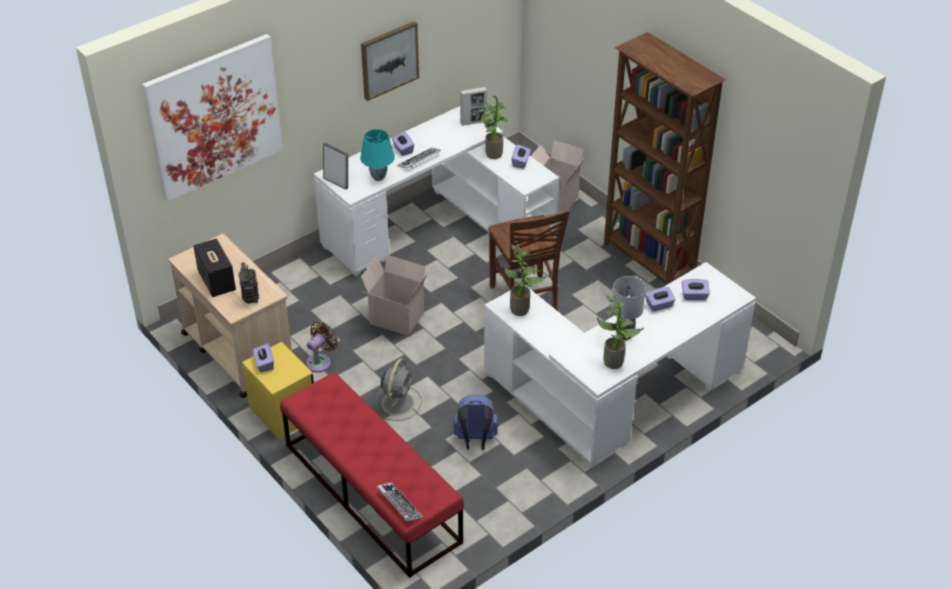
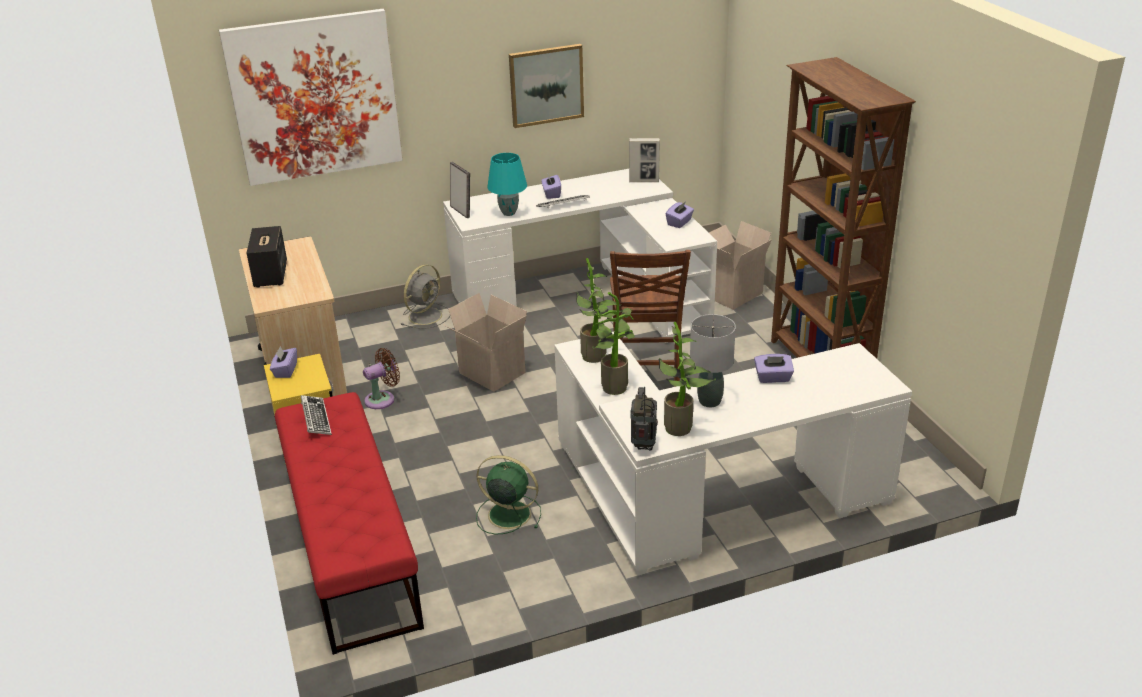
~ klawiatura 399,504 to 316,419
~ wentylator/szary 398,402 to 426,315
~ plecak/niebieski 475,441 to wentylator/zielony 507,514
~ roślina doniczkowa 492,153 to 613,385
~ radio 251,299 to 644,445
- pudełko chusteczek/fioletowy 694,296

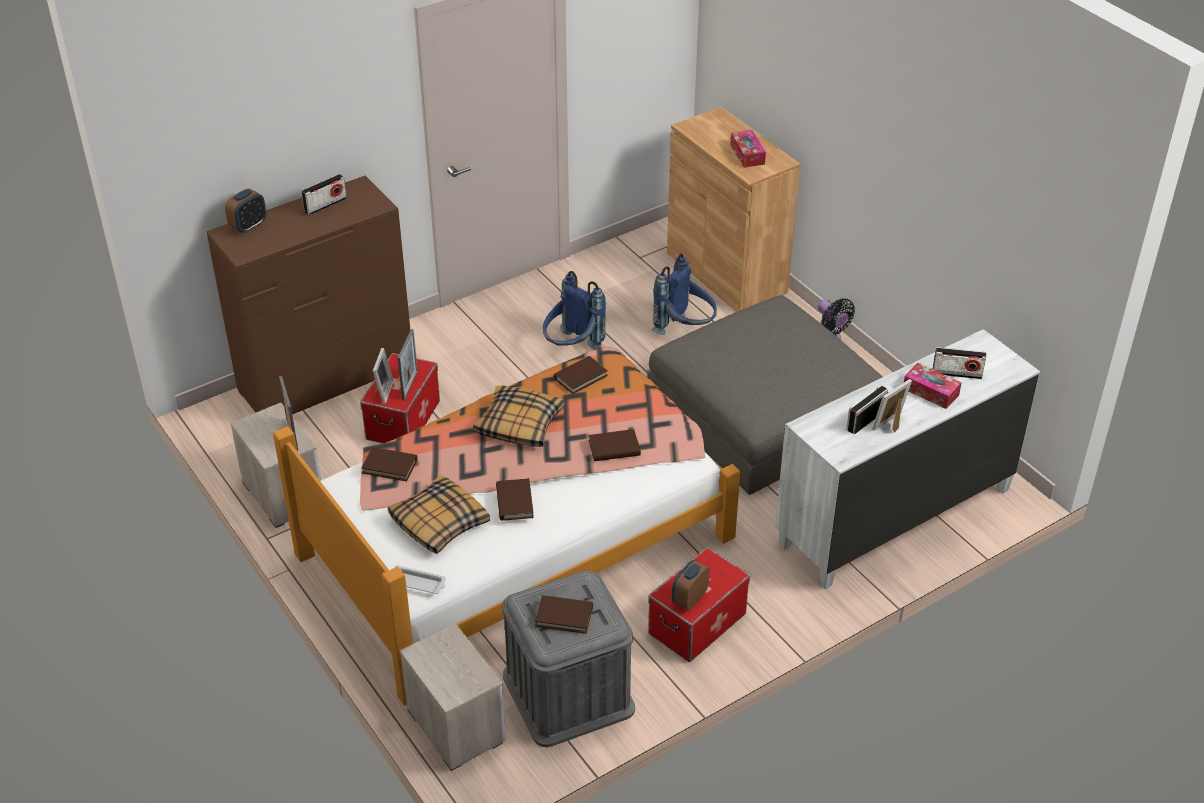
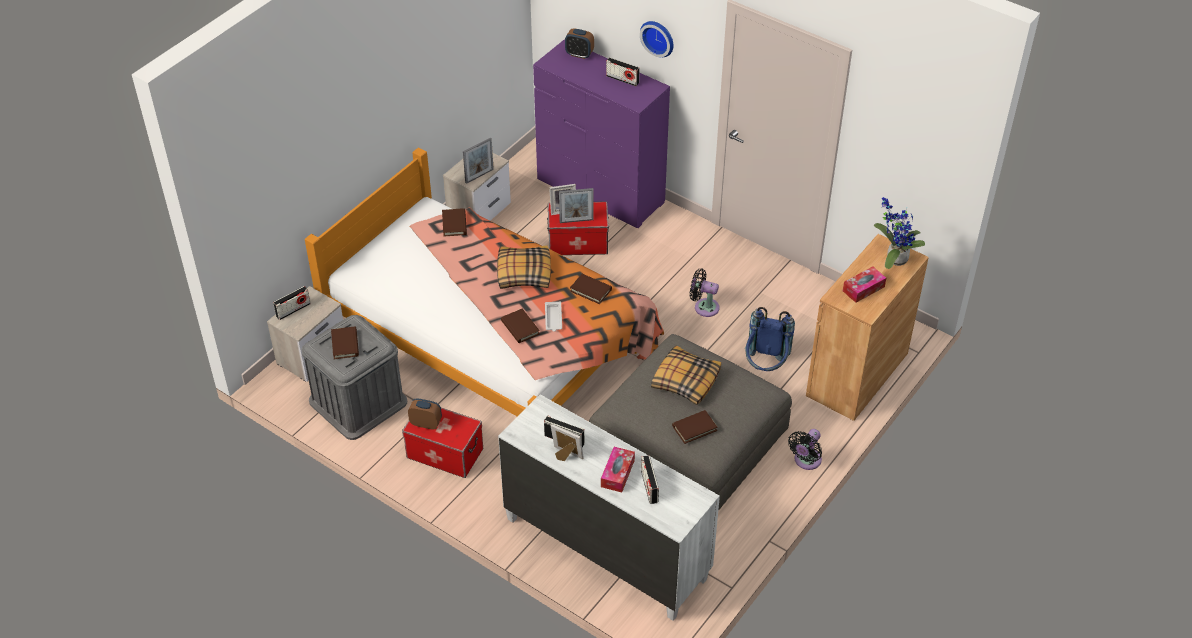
+ radio 293,310
~ komoda/brązowy 326,379 to komoda/fioletowy 600,191
~ taca/biały 418,583 to 553,318
+ zegar ścienny 658,37
~ poduszka 438,523 to 685,380
~ książka/brązowy 514,502 to 694,428
~ plecak/niebieski 571,348 to wentylator/czarny 704,307
+ roślina doniczkowa 894,258

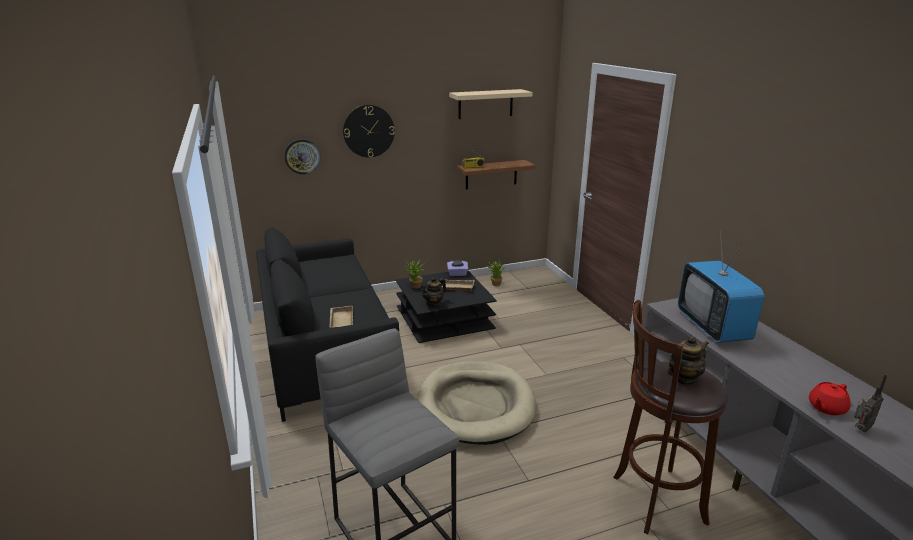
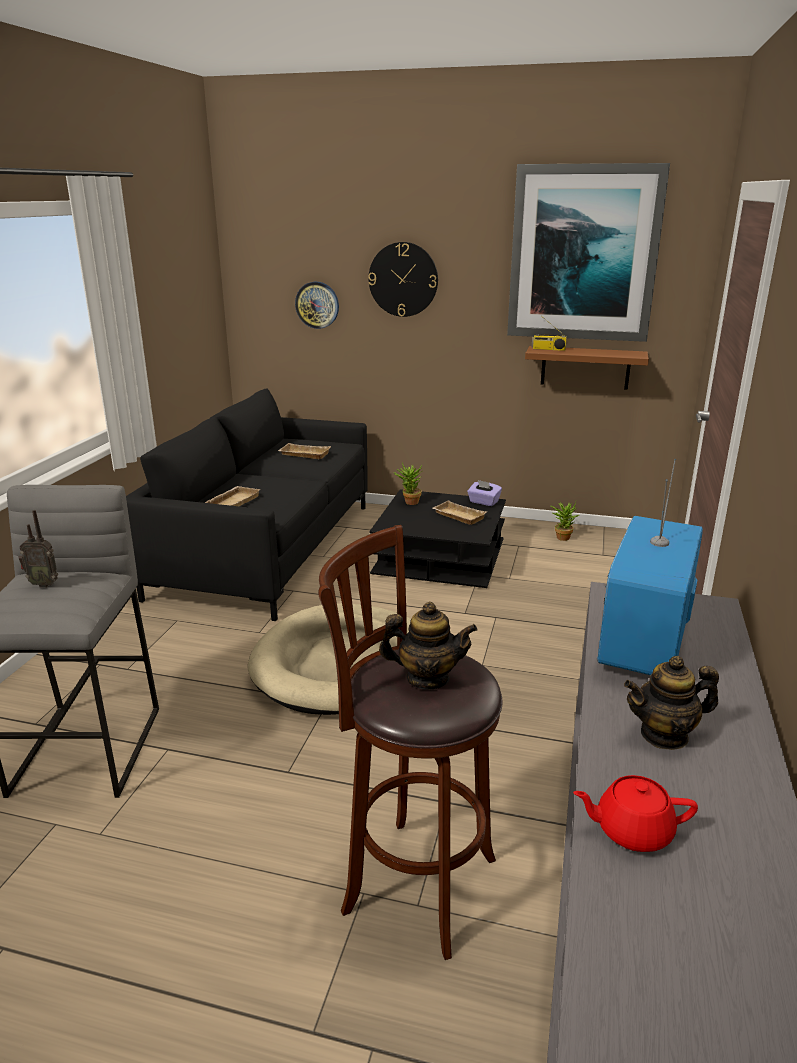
~ radio 860,428 to 44,584
+ taca/beżowy 303,455
~ półka/beżowy 485,104 to obraz 583,253
~ imbryk 434,304 to 664,735

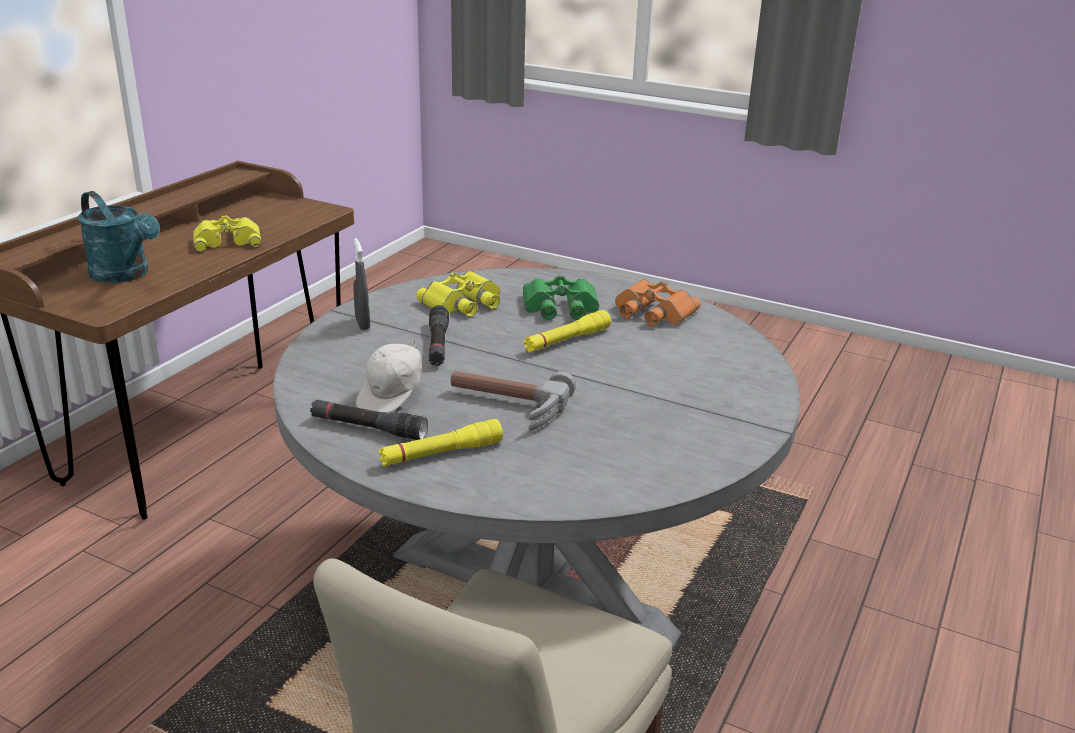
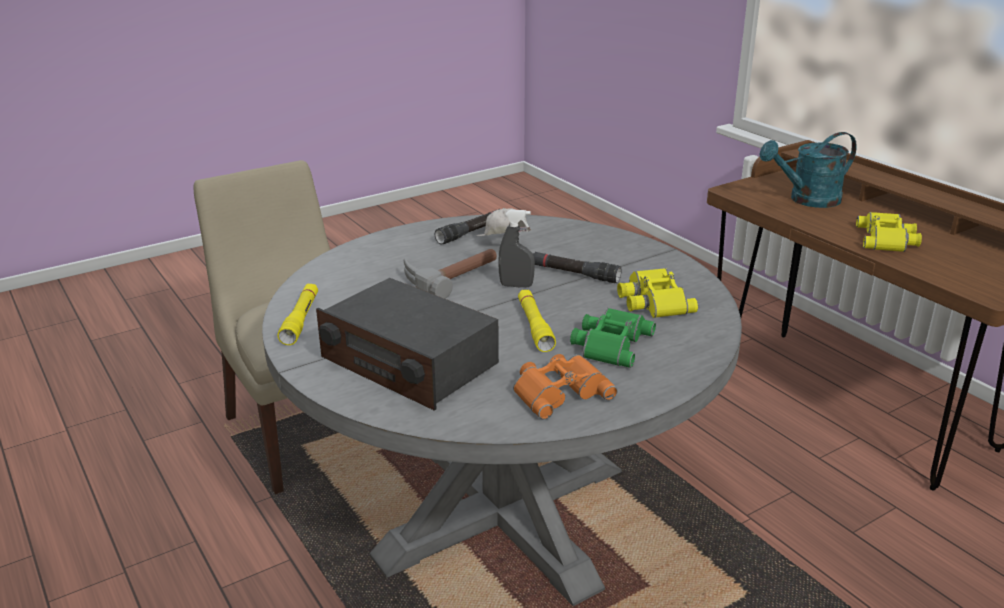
~ latarka/żółty 441,453 to 301,320
+ radio 409,362
~ spryskiwacz/szary 362,324 to 516,286

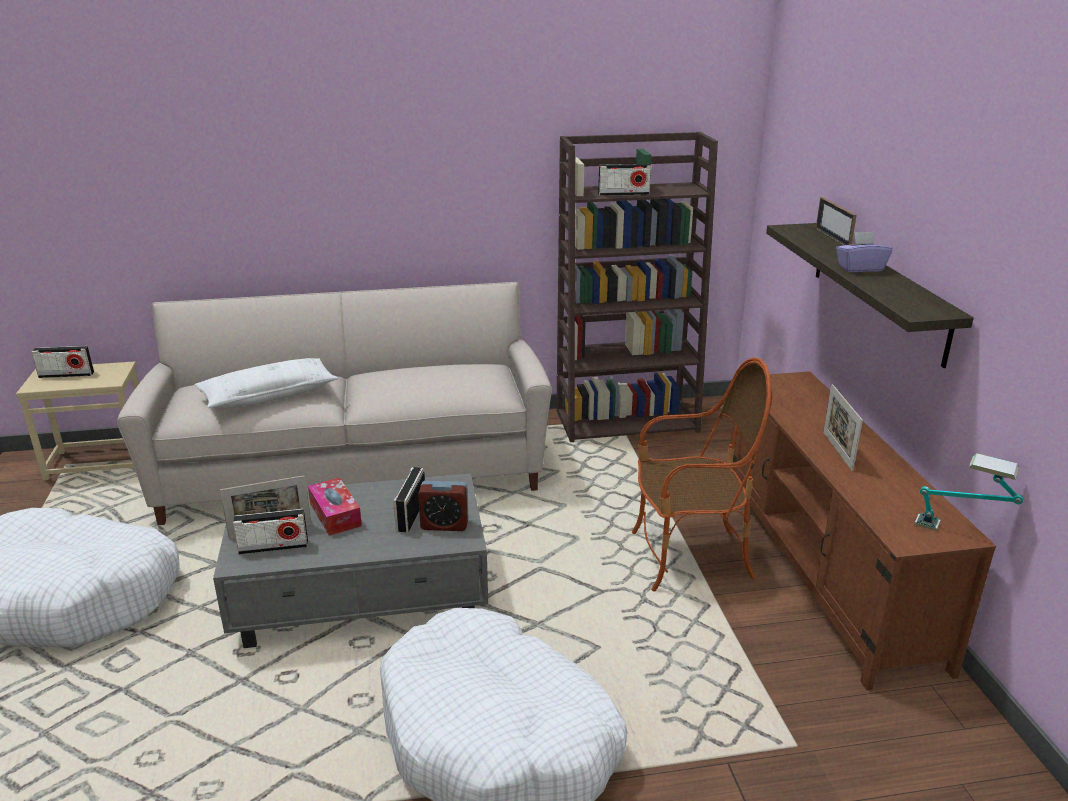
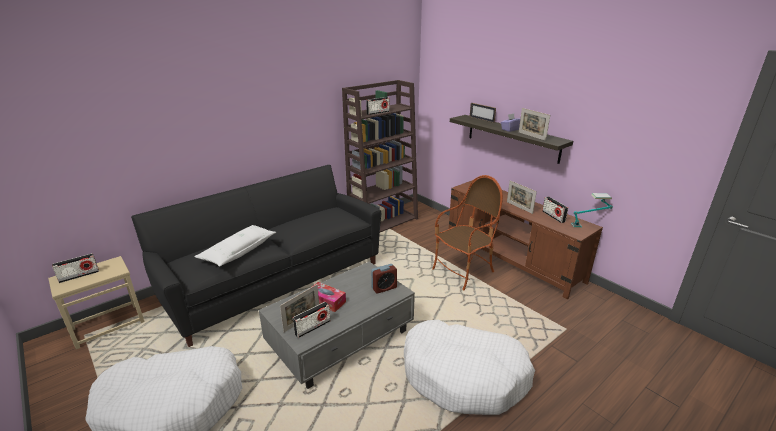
~ kanapa/beżowy 354,467 to kanapa/czarny 274,280
+ ramka na zdjęcie 531,136
~ radio 411,514 to 553,216

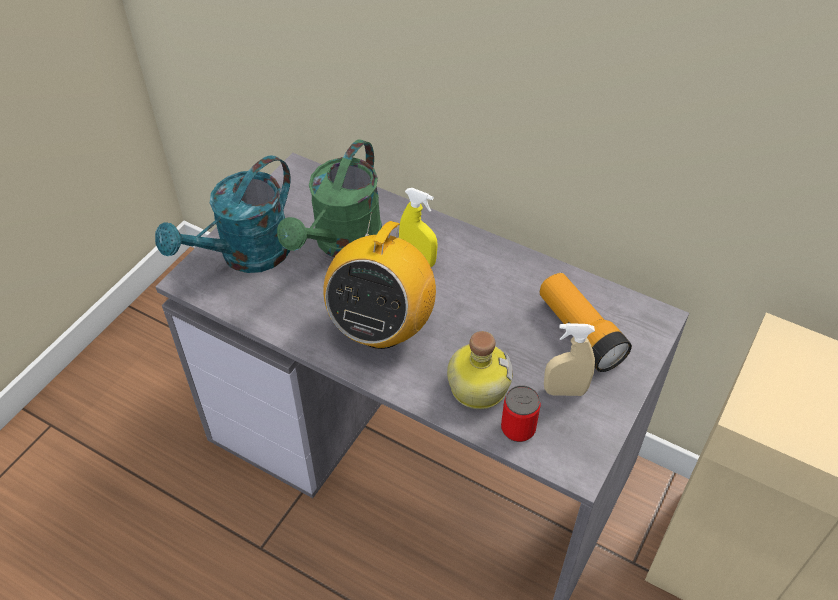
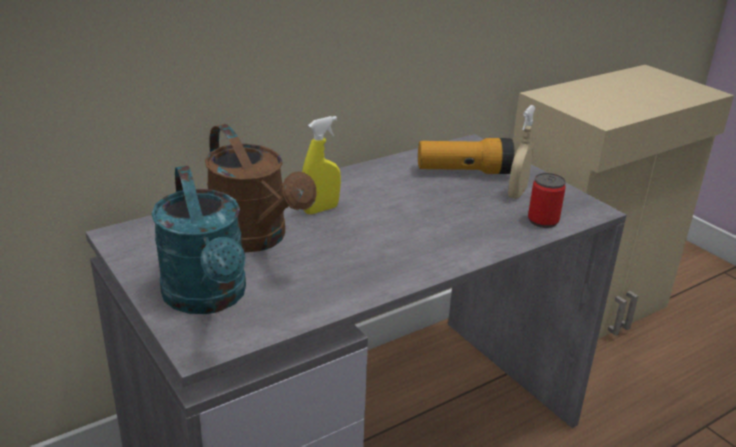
~ konewka/zielony 341,243 to konewka/brązowy 256,239
- radio 381,327
- butelka 477,386

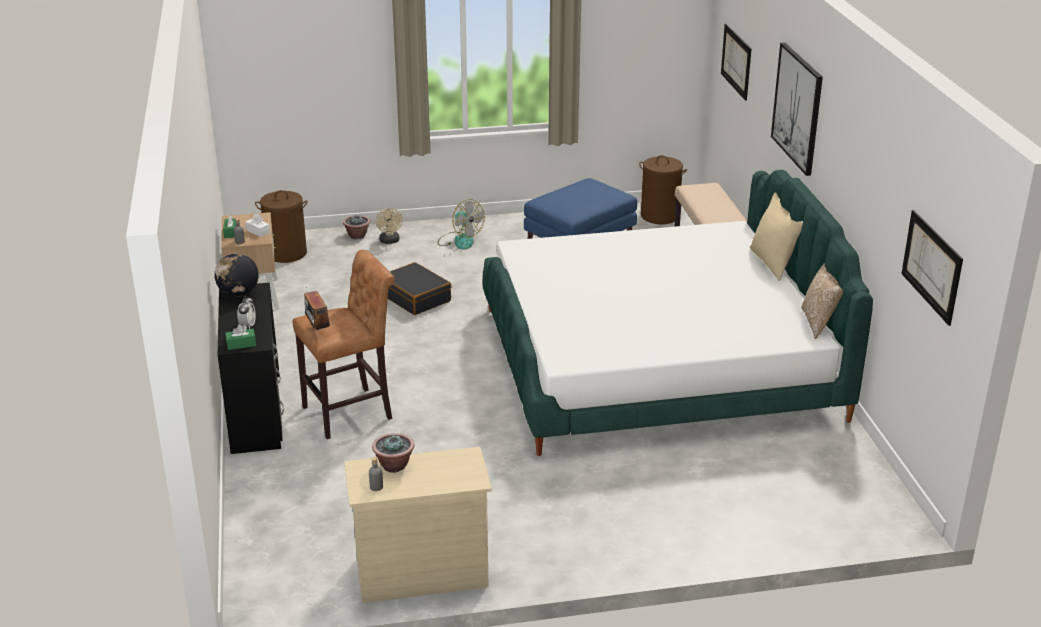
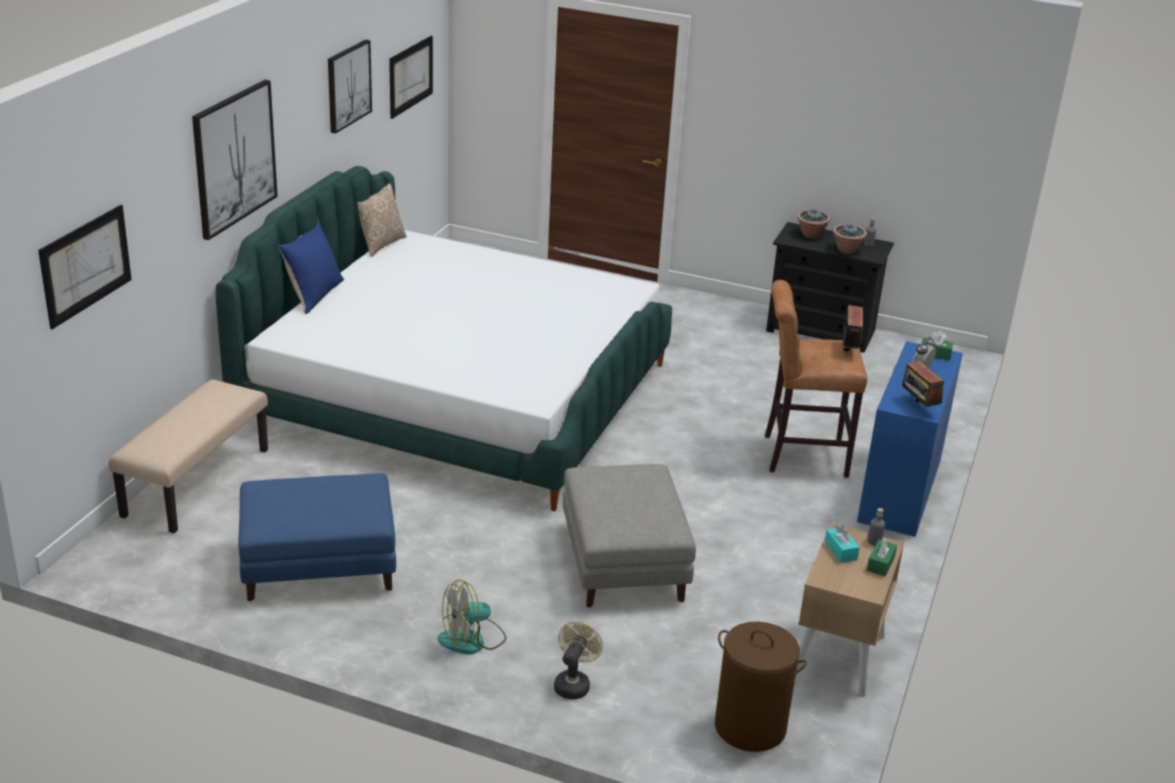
~ poduszka/beżowy 773,263 to poduszka/niebieski 314,295
+ obraz 348,85
~ wentylator 459,240 = 472,640 105 degrees counterclockwise
~ walizka/czarny 415,297 to pufa/szary 624,564
~ komoda/beżowy 421,573 to komoda/czarny 821,331
~ roślina doniczkowa 357,236 to 811,235
~ pudełko chusteczek/biały 258,231 to pudełko chusteczek/turkusowy 840,551
~ biurko/czarny 255,413 to biurko/niebieski 900,490
~ globus 238,293 to radio 918,407
- kosz na pranie/brązowy 660,216

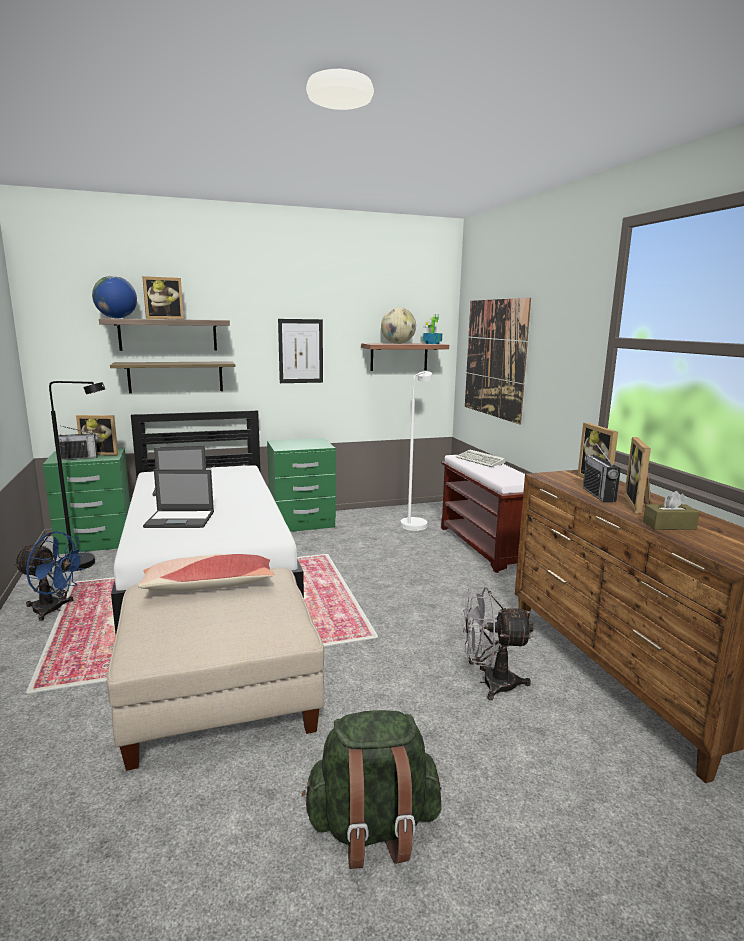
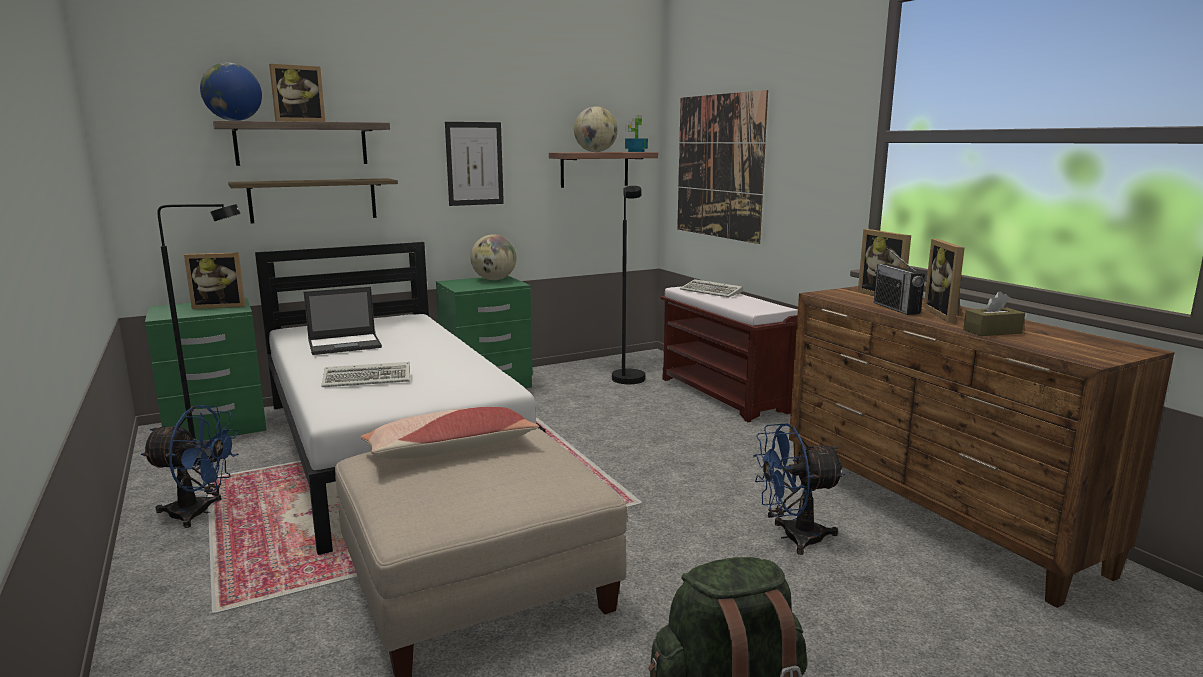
~ laptop 181,519 to klawiatura 369,378
+ globus 494,279
~ lampa stojąca/biały 415,523 to lampa stojąca/czarny 628,376
~ wentylator/szary 489,683 to wentylator/niebieski 792,537
- radio 79,458

